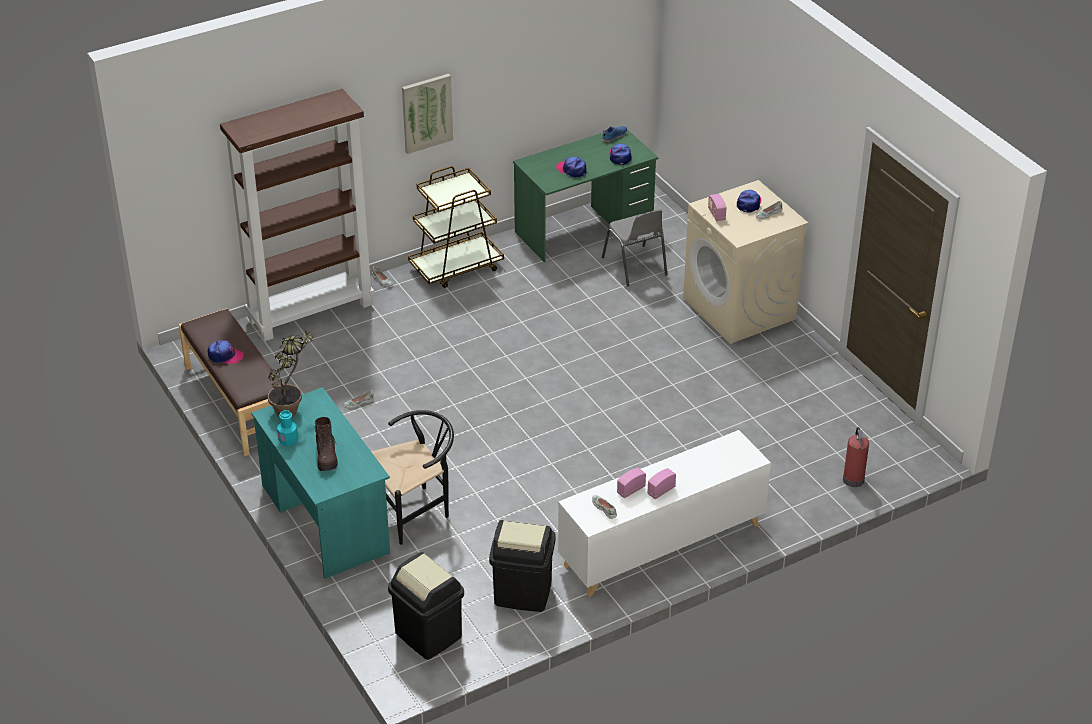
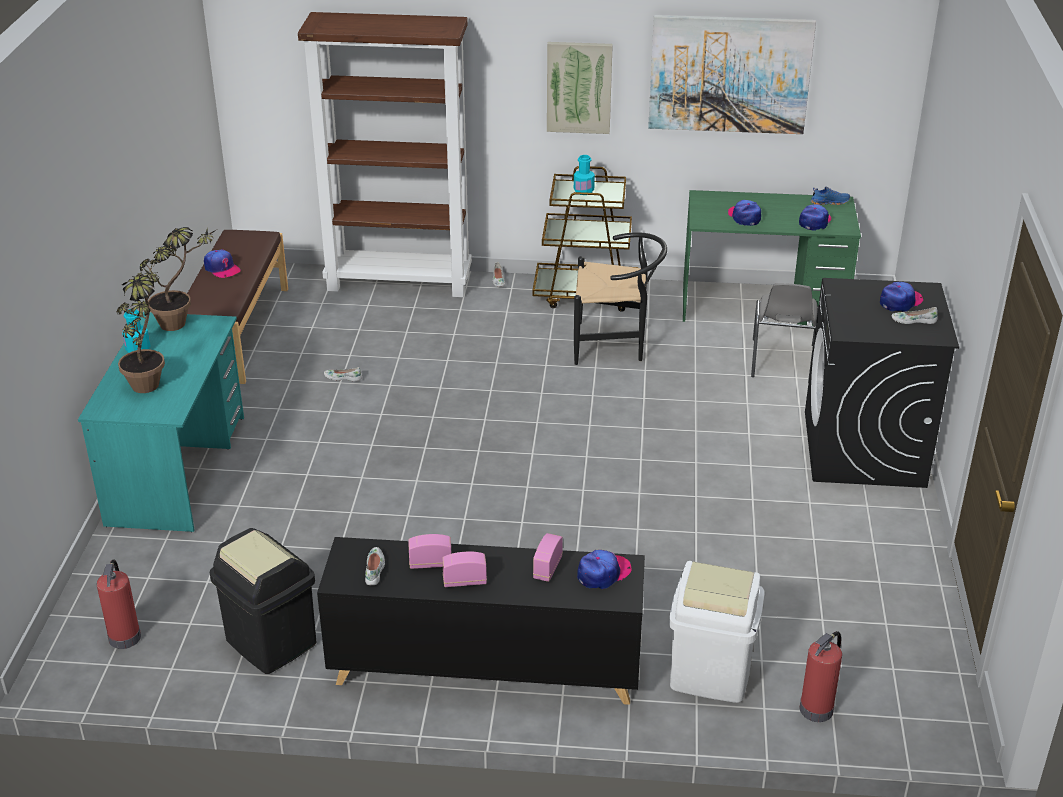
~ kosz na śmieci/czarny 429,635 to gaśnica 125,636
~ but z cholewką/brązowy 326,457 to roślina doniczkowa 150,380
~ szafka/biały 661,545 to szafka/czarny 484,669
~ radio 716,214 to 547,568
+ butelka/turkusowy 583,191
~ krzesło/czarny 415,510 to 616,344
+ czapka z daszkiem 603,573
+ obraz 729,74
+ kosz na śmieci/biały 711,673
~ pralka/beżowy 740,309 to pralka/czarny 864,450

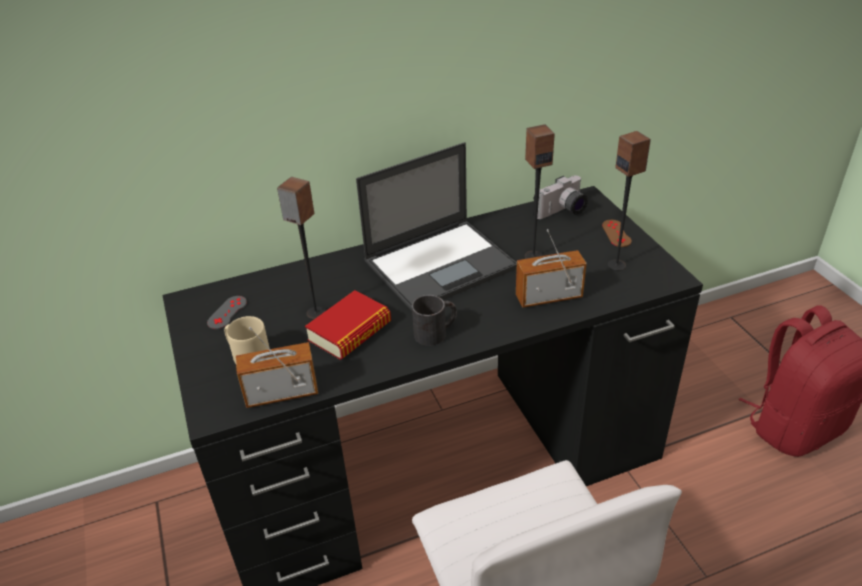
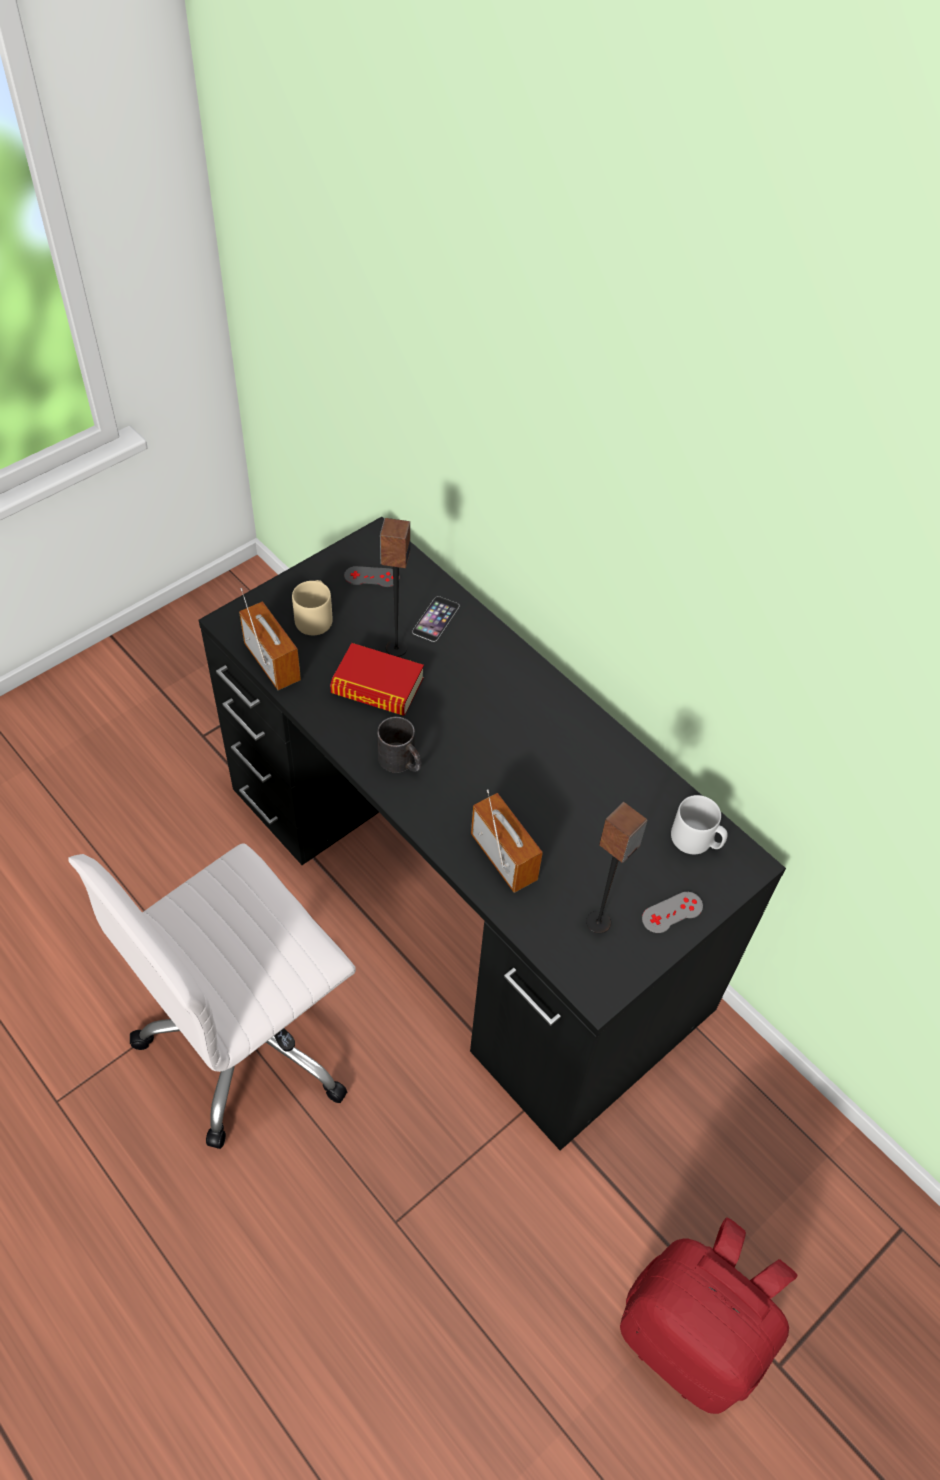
+ telefon 436,619
~ pad do gier/brązowy 616,233 to pad do gier/szary 672,912
~ aparat fotograficzny 562,212 to kubek/szary 696,840
- laptop 441,264
- głośnik 533,256

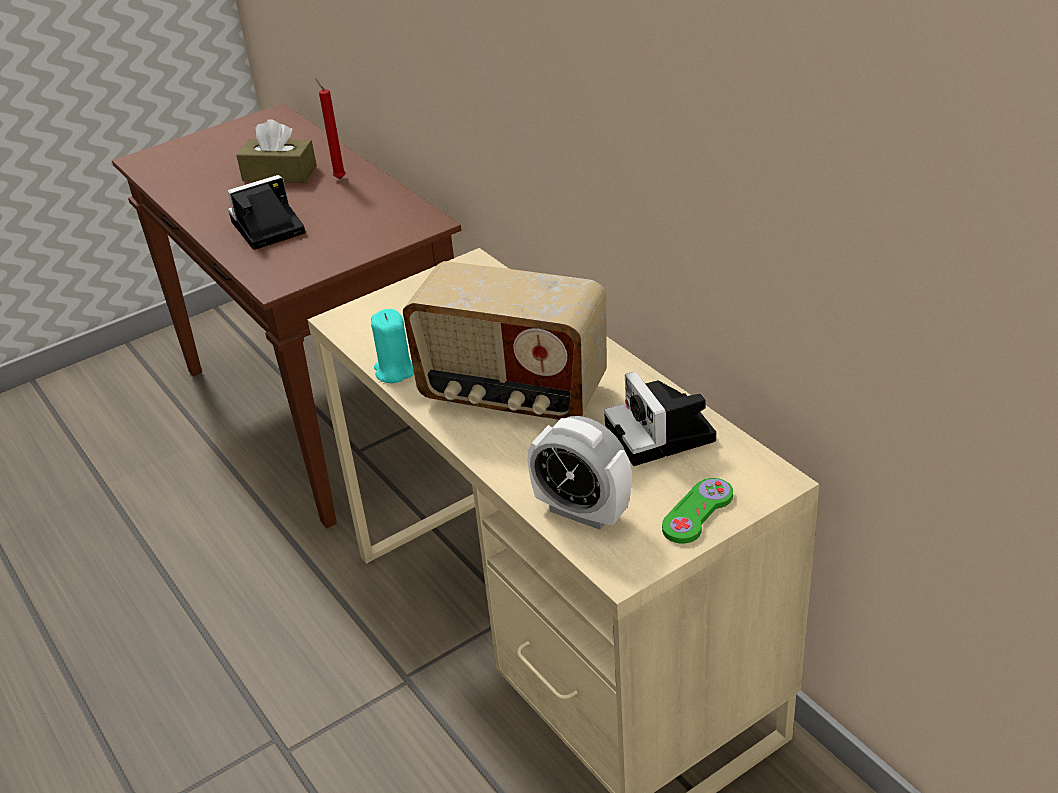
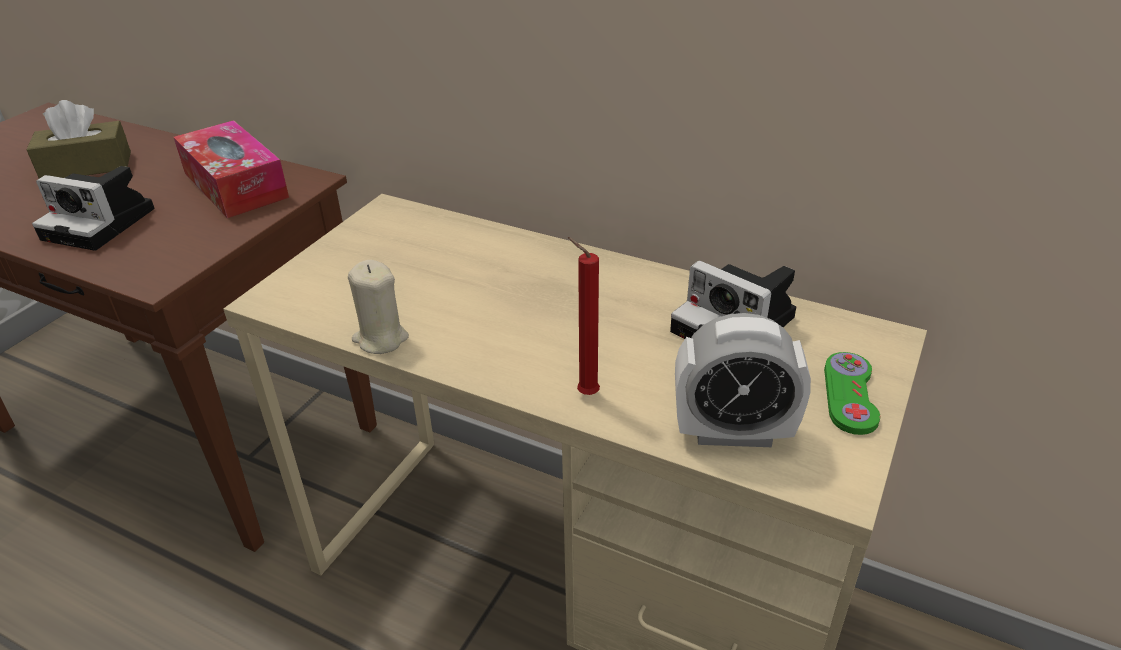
~ aparat fotograficzny 265,229 = 103,224 105 degrees counterclockwise
+ pudełko chusteczek 235,185
~ świeca/turkusowy 394,371 to świeca/beżowy 380,339
~ świeca/czerwony 338,178 to 584,393
- radio 512,395

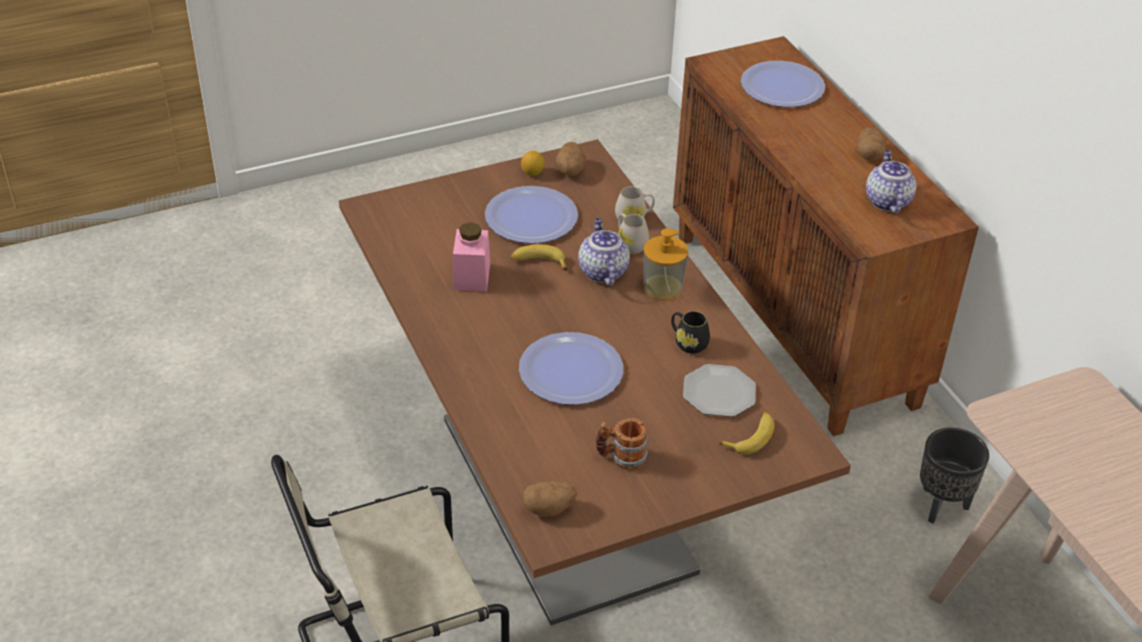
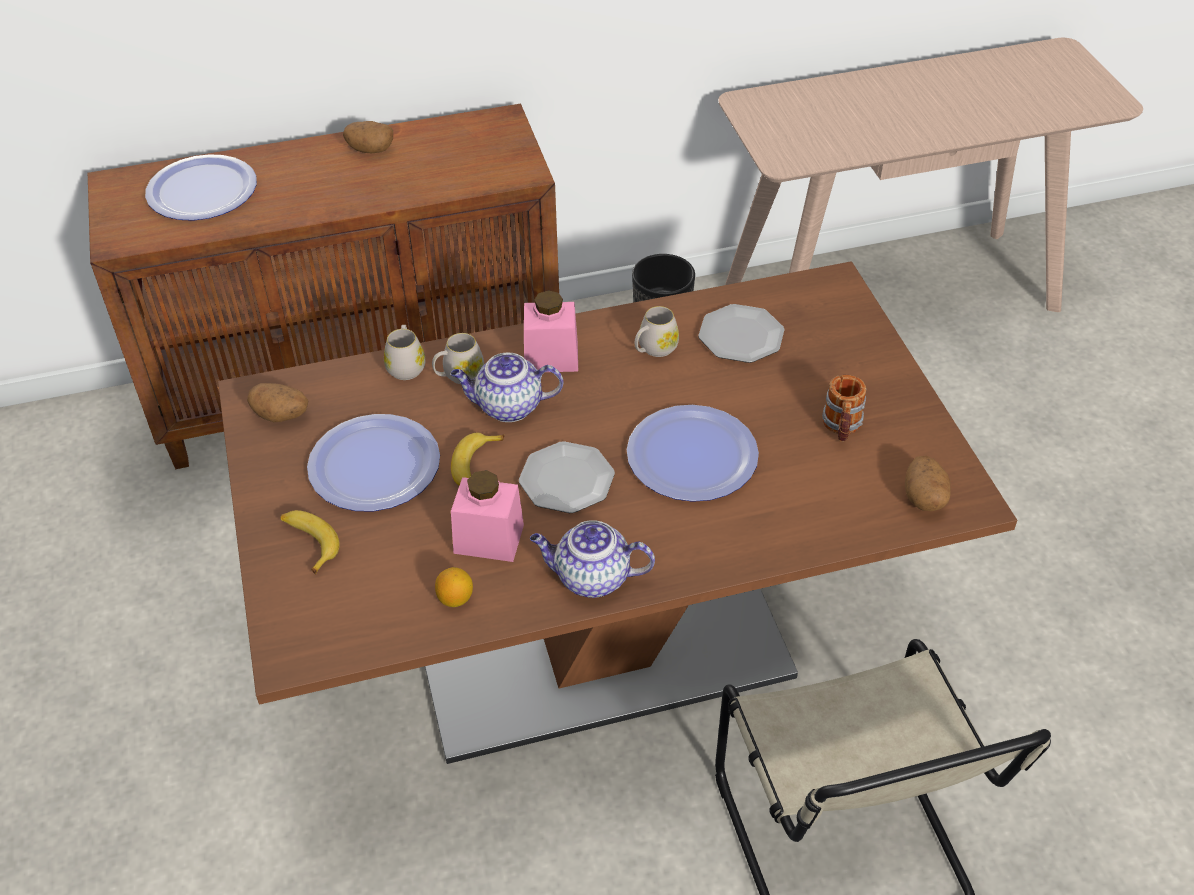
~ banan 751,437 to 308,543
~ cytryna 532,173 to 455,598
+ talerz 567,481
~ dozownik mydła 662,287 to słoik/różowy 551,357
~ imbryk 887,201 to 591,578
~ kubek/czarny 688,342 to kubek/biały 654,349

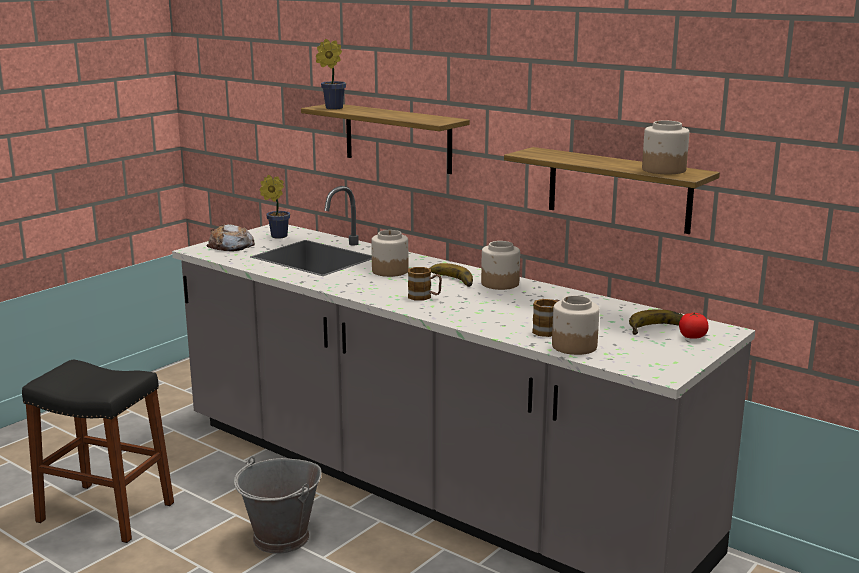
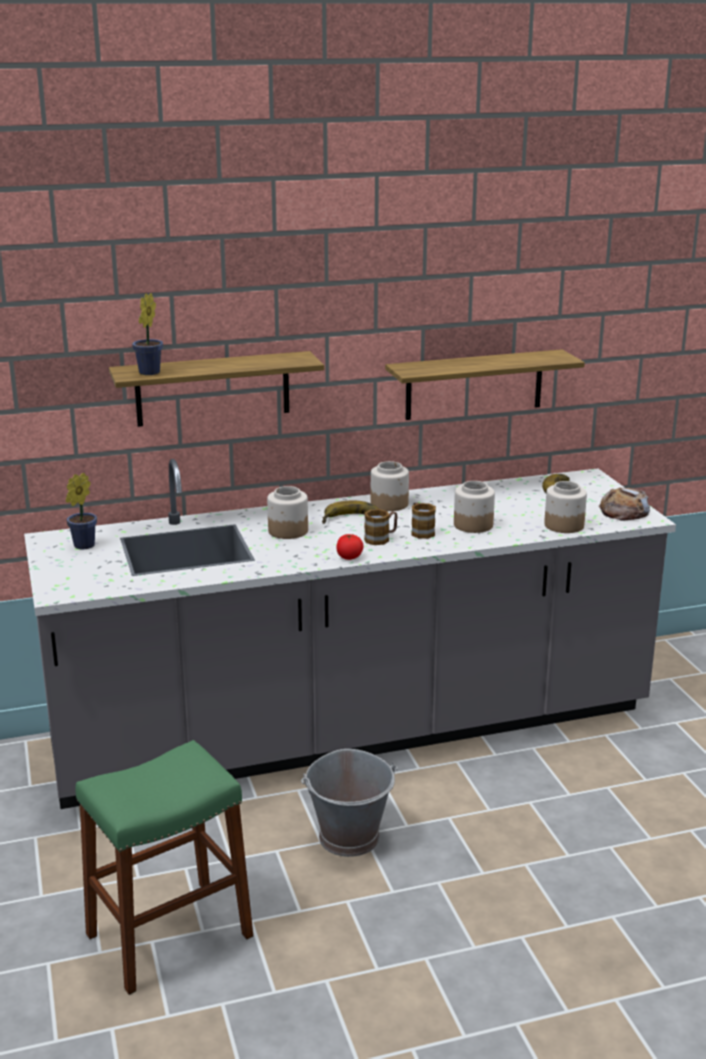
~ stołek/czarny 106,512 to stołek/zielony 169,935
~ pomidor 692,337 to 349,557
~ kubek 548,330 to 421,531
~ słoik 663,170 to 472,525
~ chleb 231,245 to 624,511

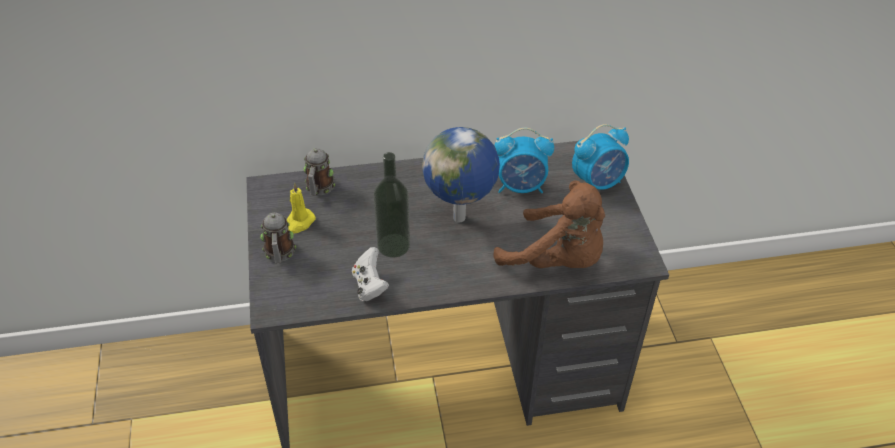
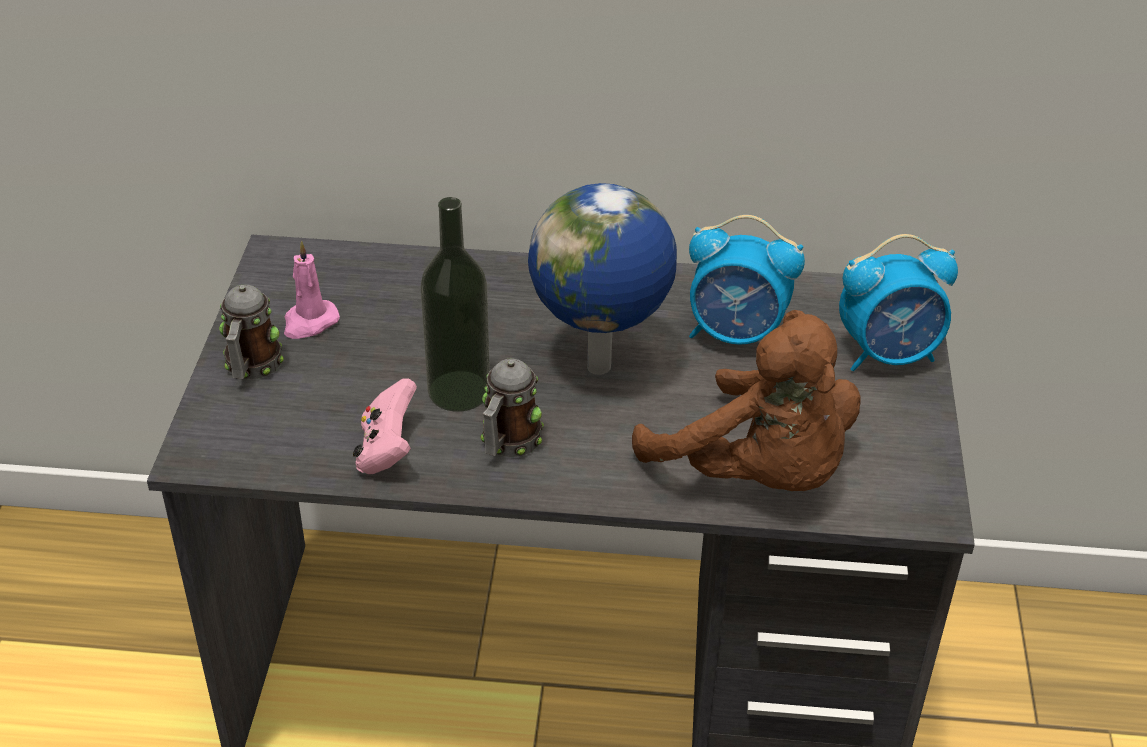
~ świeca/żółty 299,222 to świeca/różowy 309,322
~ pad do gier/biały 369,286 to pad do gier/różowy 387,450
~ kubek 319,189 to 508,443

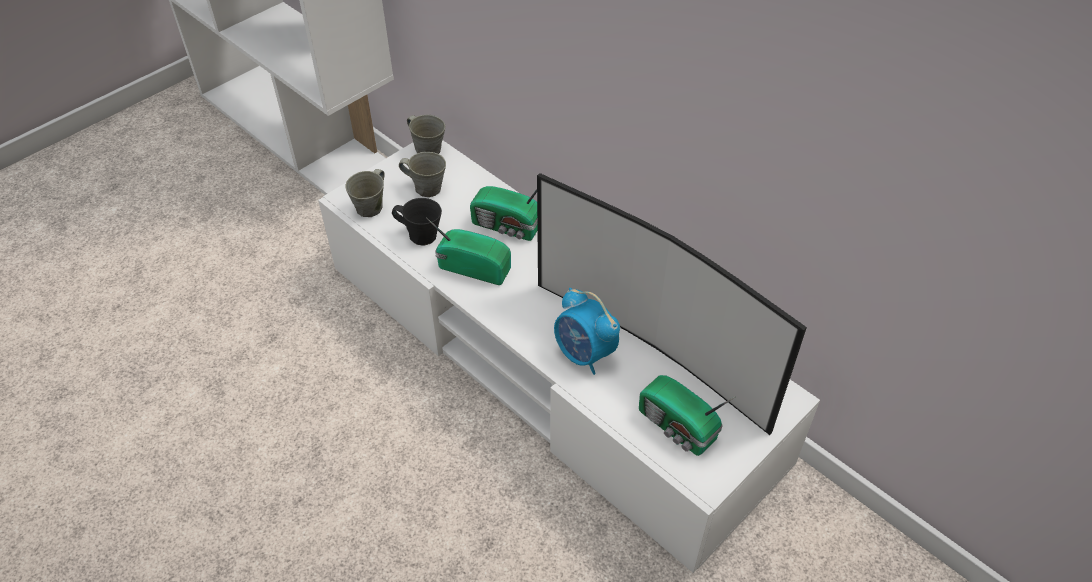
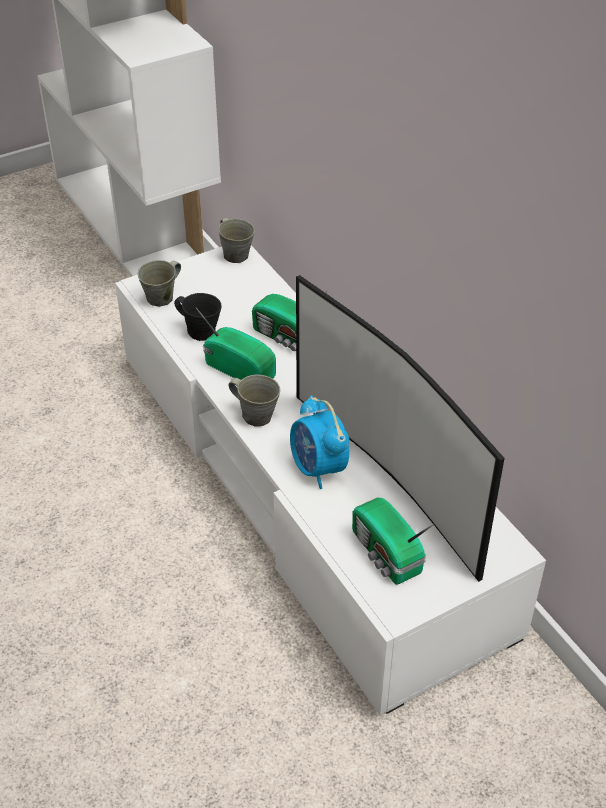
~ kubek/szary 426,188 to 256,415

